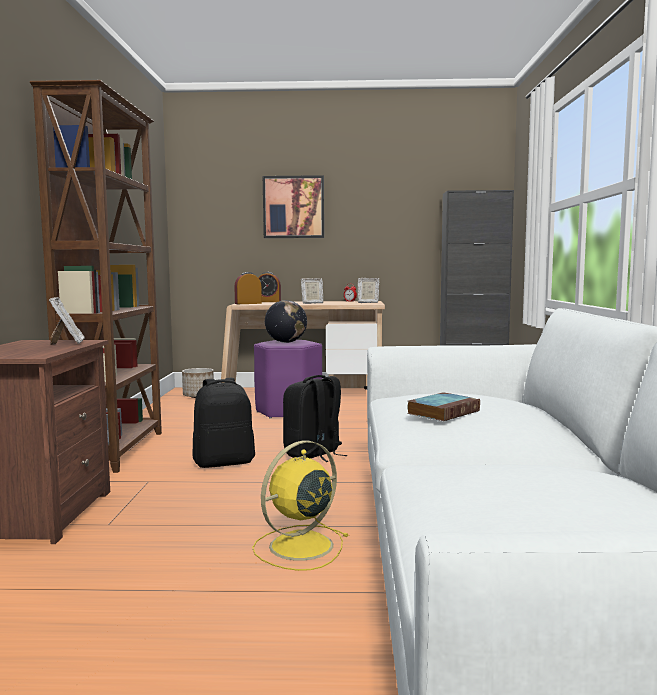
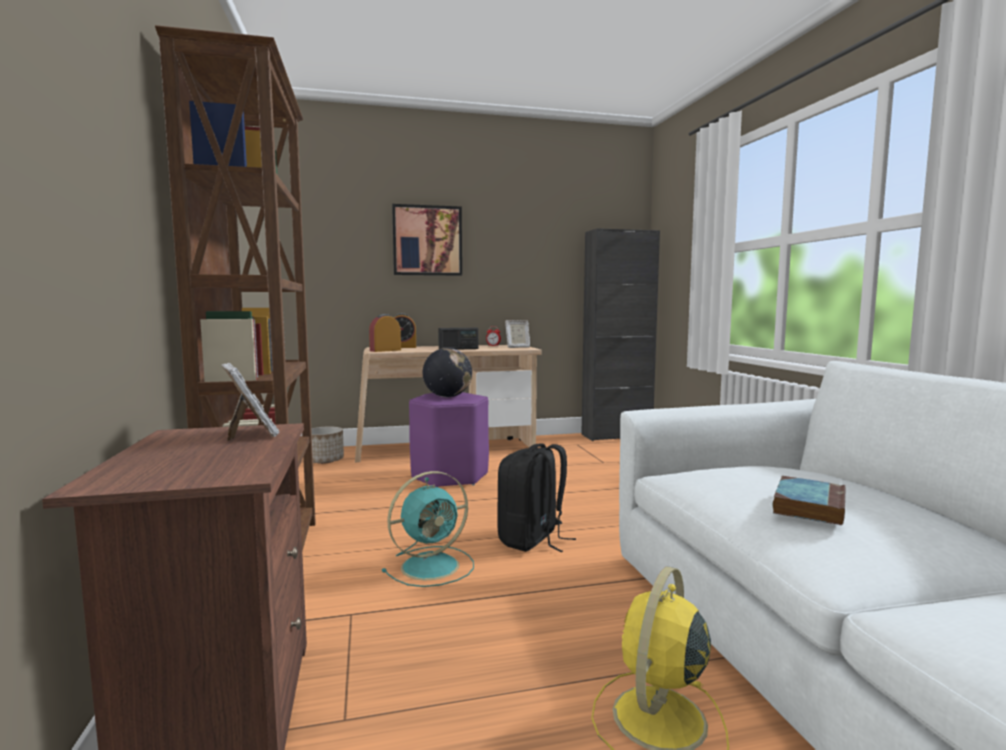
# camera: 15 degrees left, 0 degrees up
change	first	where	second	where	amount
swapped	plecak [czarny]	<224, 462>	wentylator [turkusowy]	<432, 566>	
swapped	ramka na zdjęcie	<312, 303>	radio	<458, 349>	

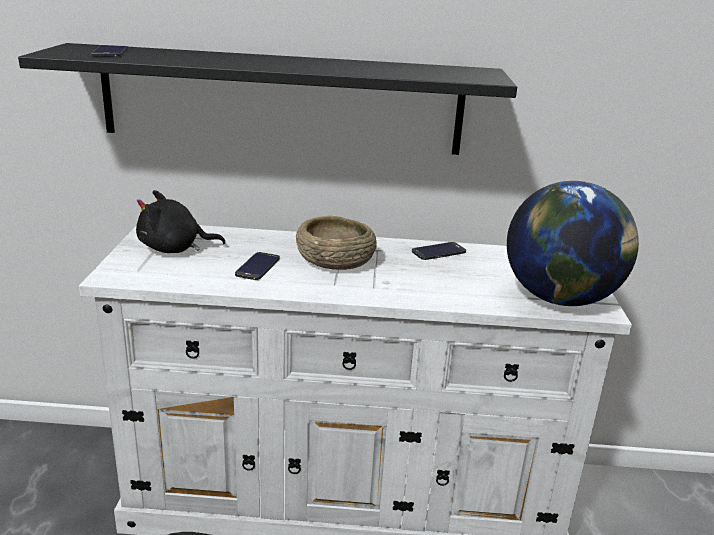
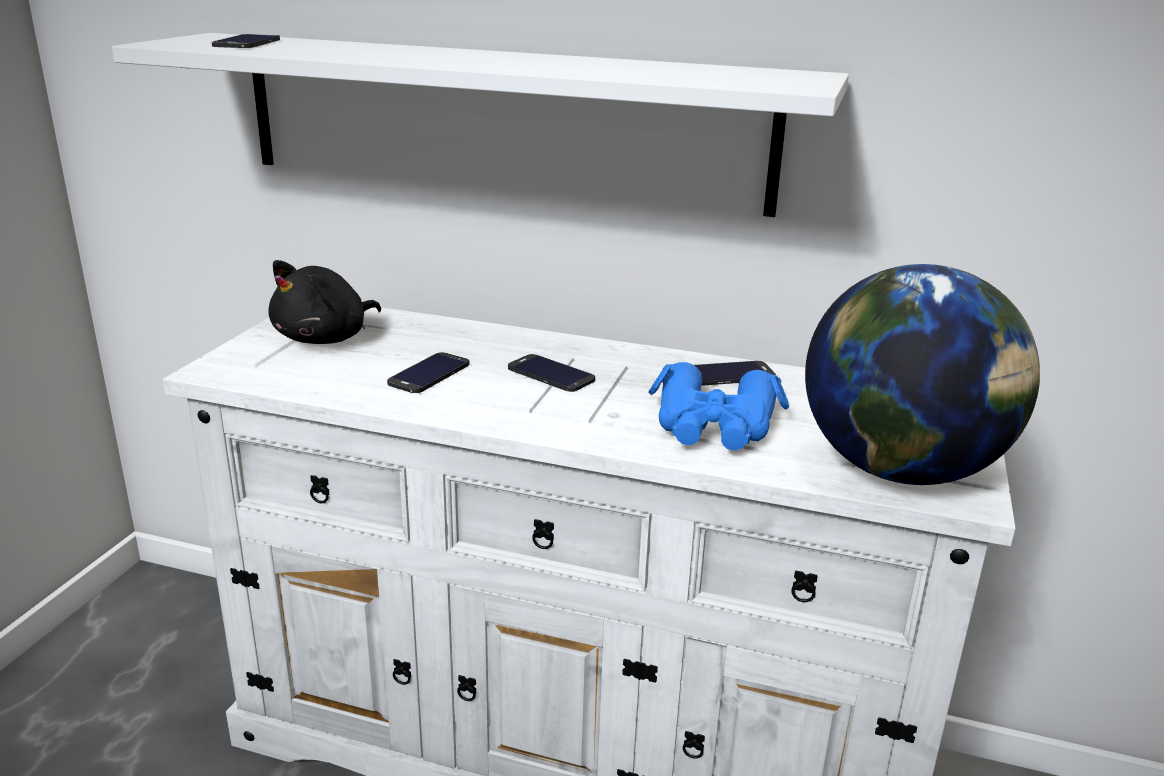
# camera: 15 degrees right, 0 degrees up
change	first	where	second	where	amount
repainted	półka [czarny]	<282, 100>	półka [biały]	<500, 121>	
rotated	pluszak [czarny]	<174, 249>		<326, 338>	60 degrees counterclockwise
swapped	miska [beżowy]	<334, 260>	telefon	<551, 374>	
new			lornetka [niebieski]	<714, 425>	

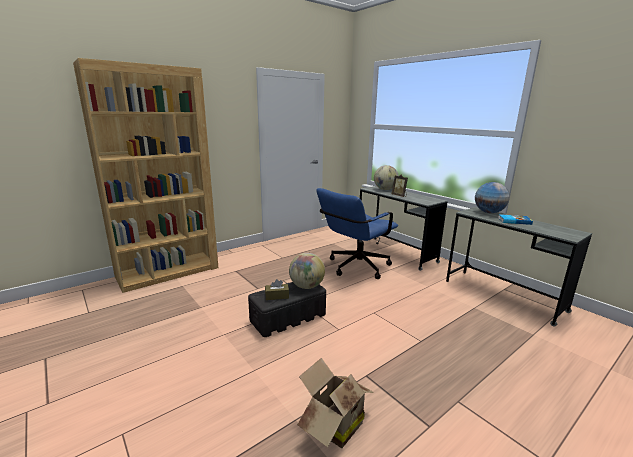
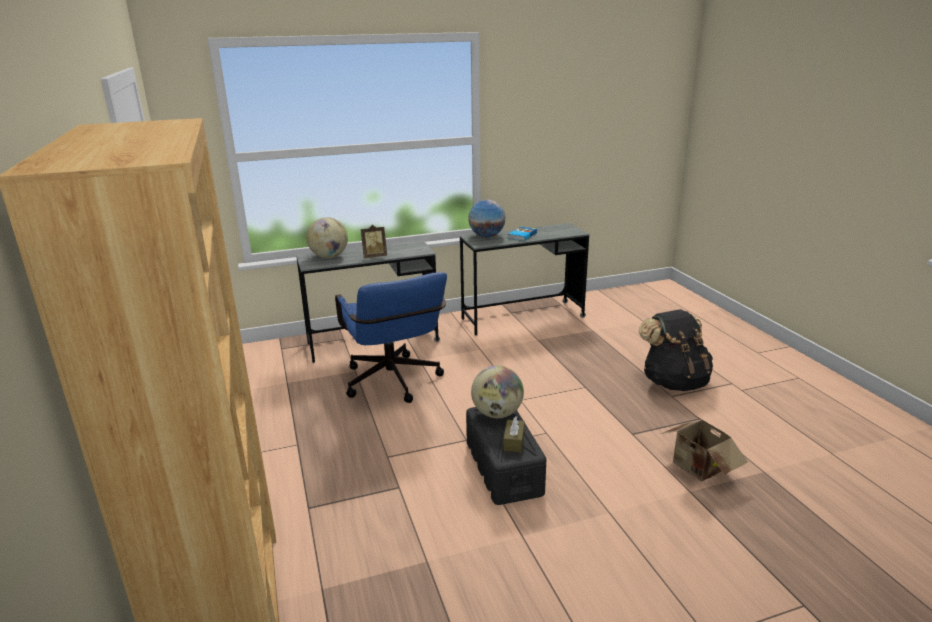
# camera: 70 degrees left, 5 degrees up
change	first	where	second	where	amount
new			plecak [czarny]	<674, 382>	

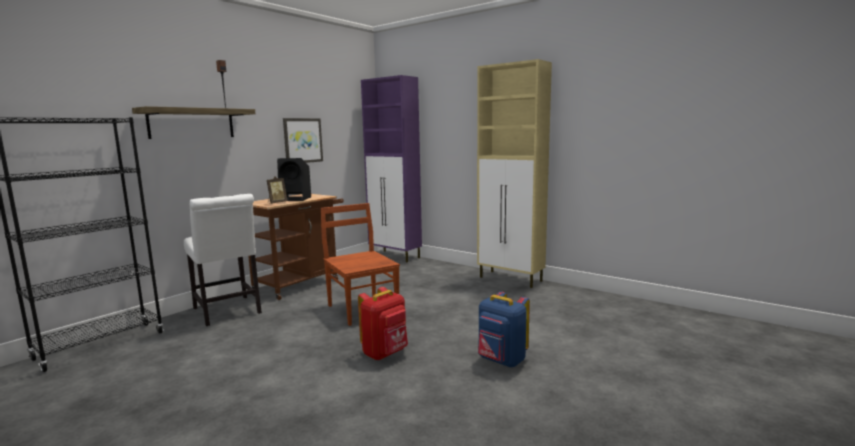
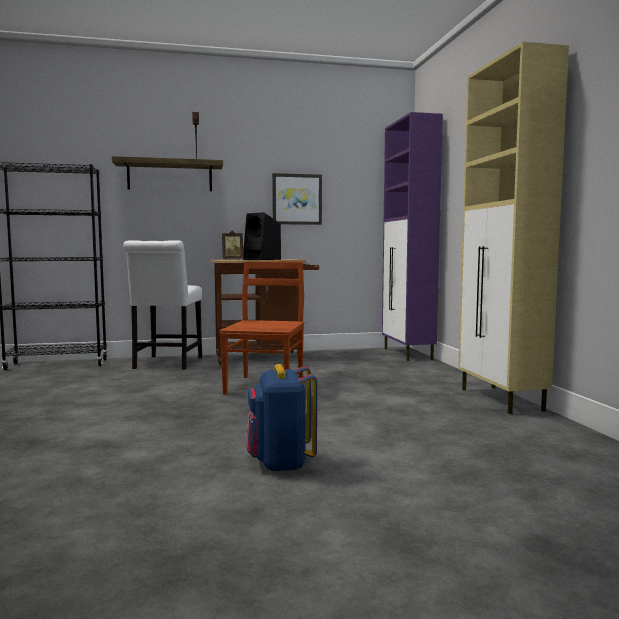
# camera: 40 degrees right, 5 degrees down
change	first	where	second	where	amount
gone	plecak [czerwony]	<385, 353>			

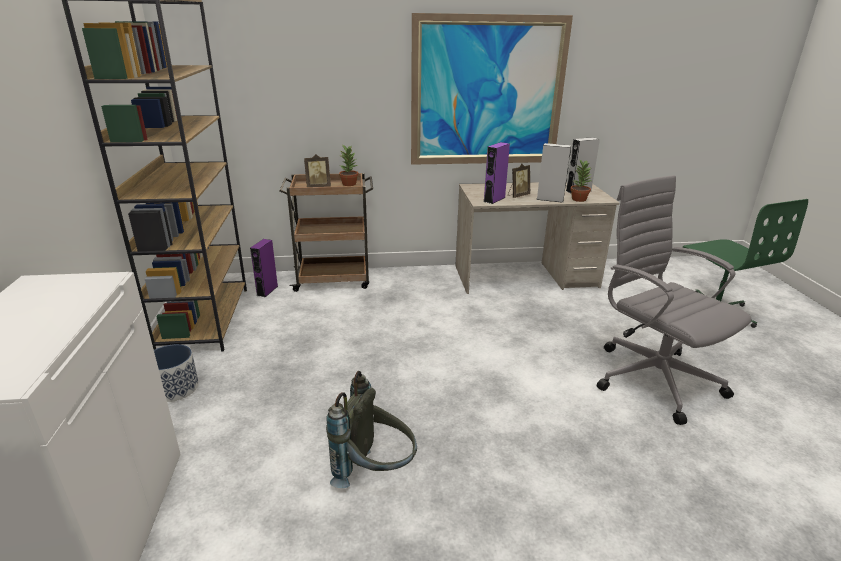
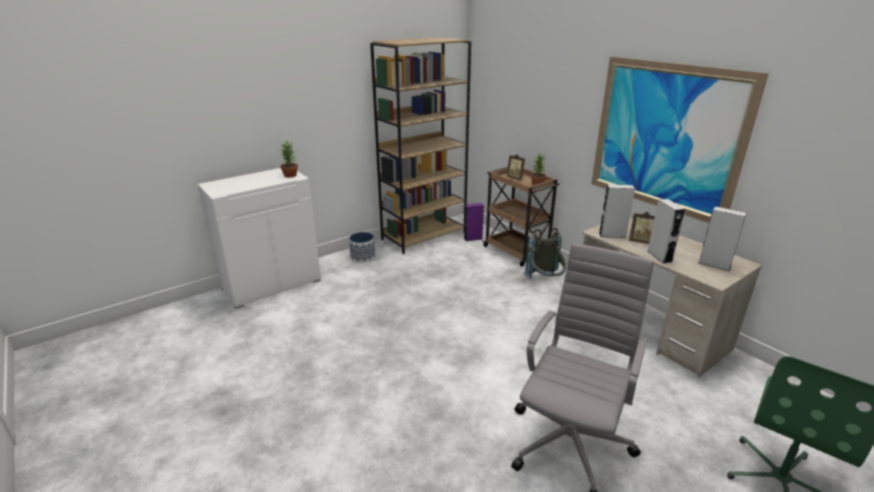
# camera: 60 degrees right, 0 degrees up
change	first	where	second	where	amount
shifted	plecak [szary]	<375, 472>		<545, 282>	
repainted	głośnik [fioletowy]	<494, 199>	głośnik [szary]	<612, 235>	
shifted	roślina doniczkowa	<578, 199>		<290, 175>	

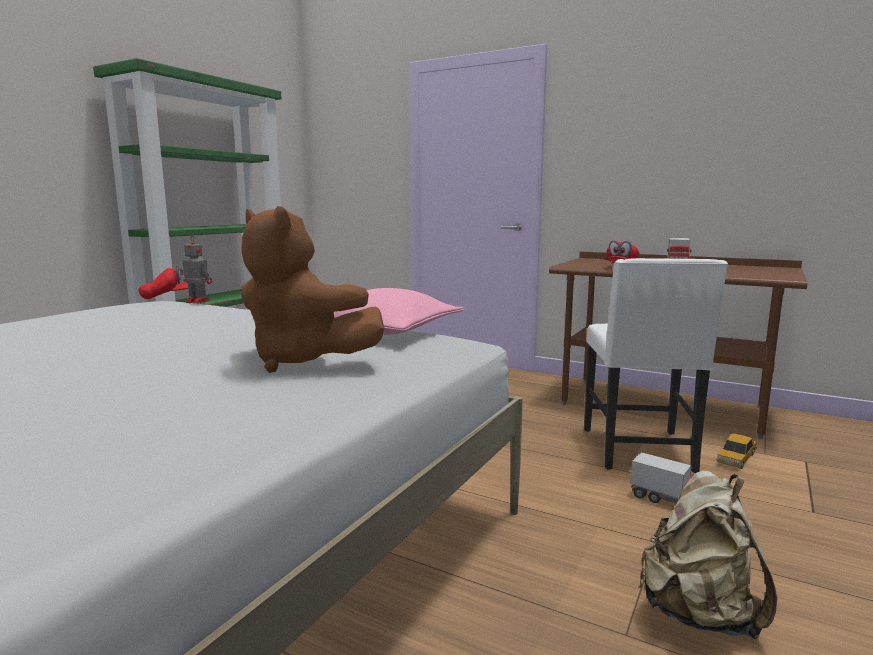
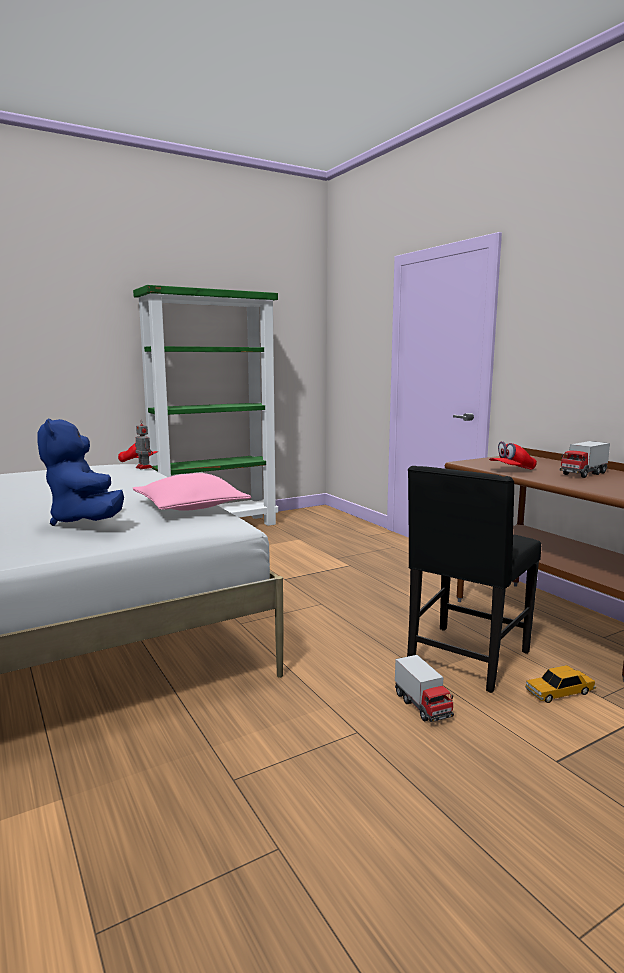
# camera: 30 degrees right, 0 degrees up
change	first	where	second	where	amount
repainted	pluszak [brązowy]	<302, 361>	pluszak [niebieski]	<85, 521>	
repainted	krzesło [biały]	<640, 451>	krzesło [czarny]	<466, 659>	
gone	plecak [beżowy]	<698, 613>			

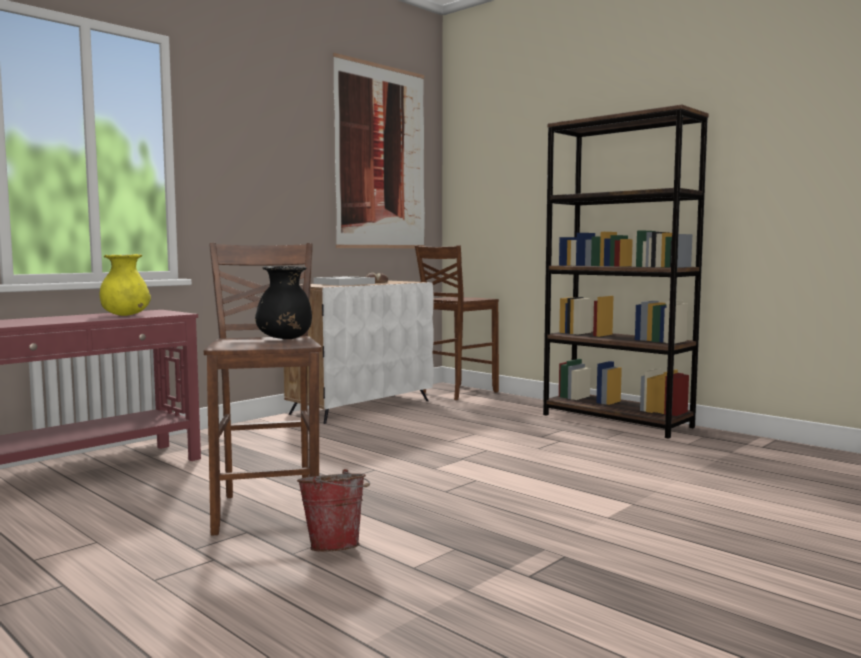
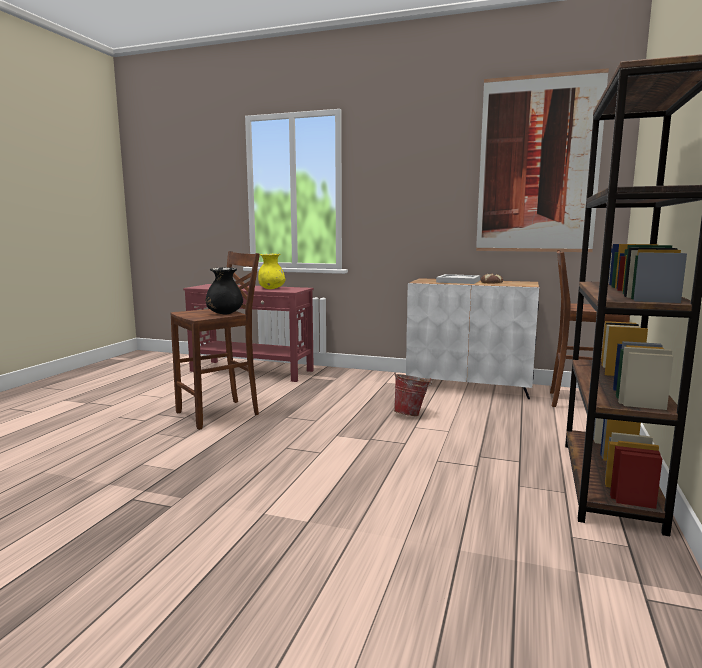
# camera: 65 degrees right, 5 degrees up
change	first	where	second	where	amount
shifted	wiadro	<335, 546>		<411, 414>	

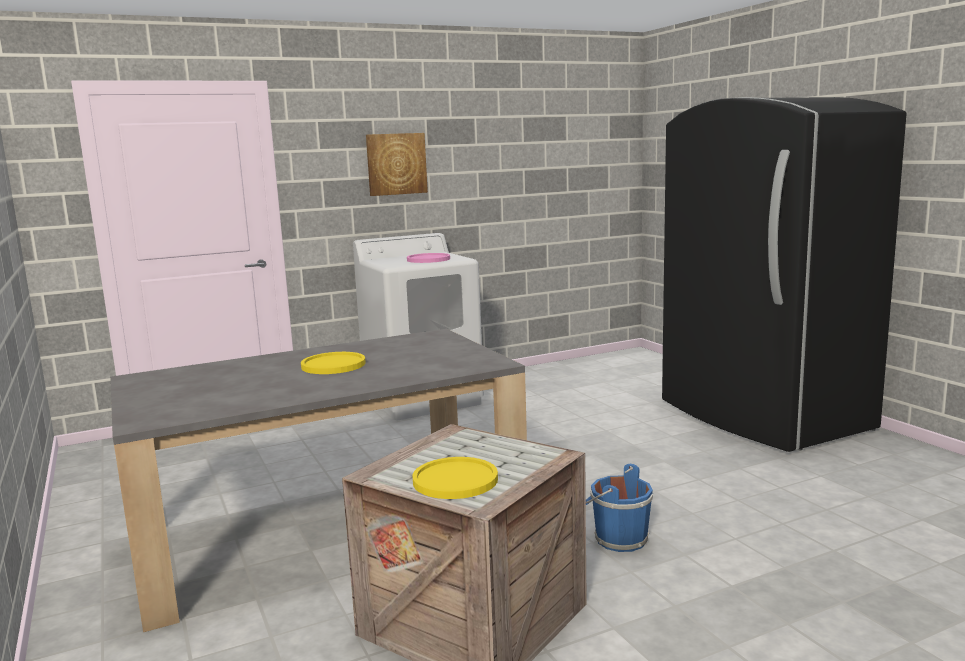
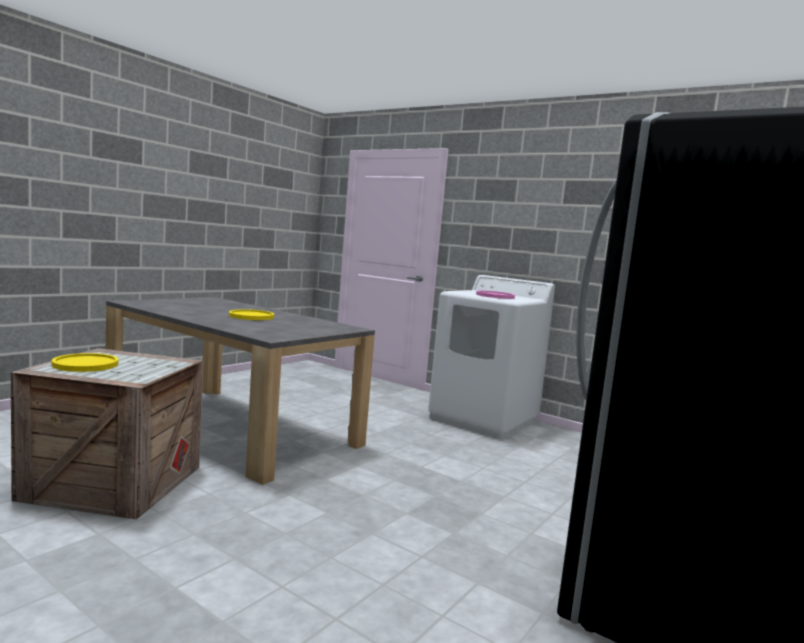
# camera: 60 degrees right, 5 degrees down
change	first	where	second	where	amount
gone	obraz	<396, 164>			
gone	wiadro [niebieski]	<618, 539>			

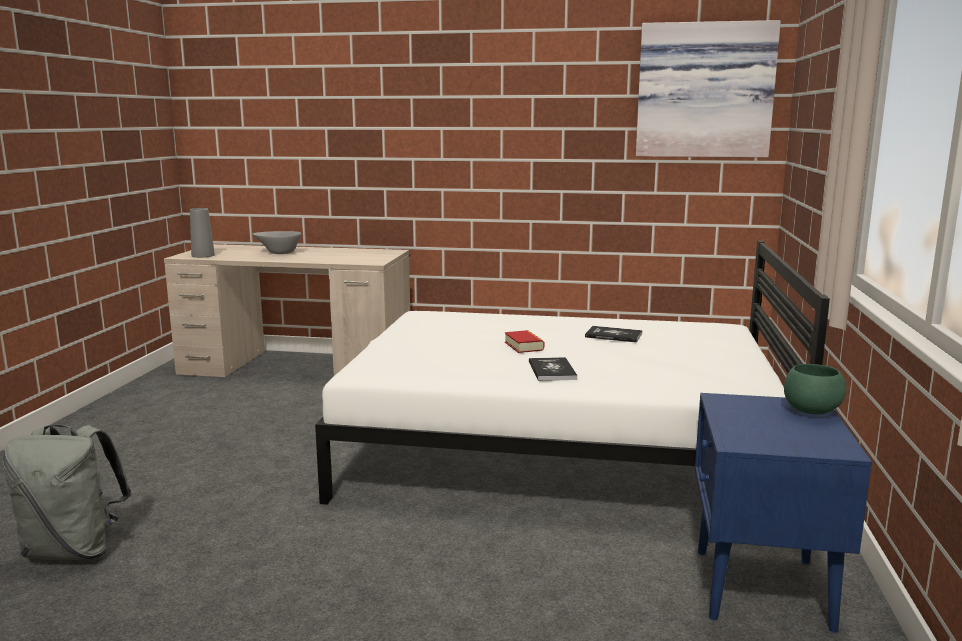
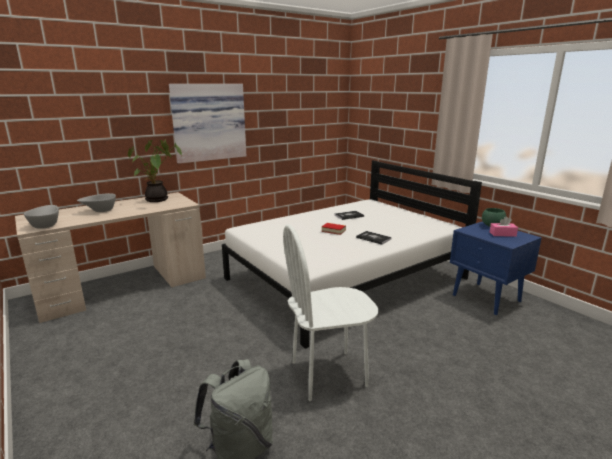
# camera: 45 degrees left, 5 degrees up
change	first	where	second	where	amount
swapped	wazon [szary]	<203, 255>	miska [szary]	<46, 225>	
shifted	obraz	<704, 90>		<208, 122>	
new			roślina doniczkowa	<158, 200>	
new			krzesło [biały]	<328, 374>	
new			pudełko chusteczek [różowy]	<502, 234>	

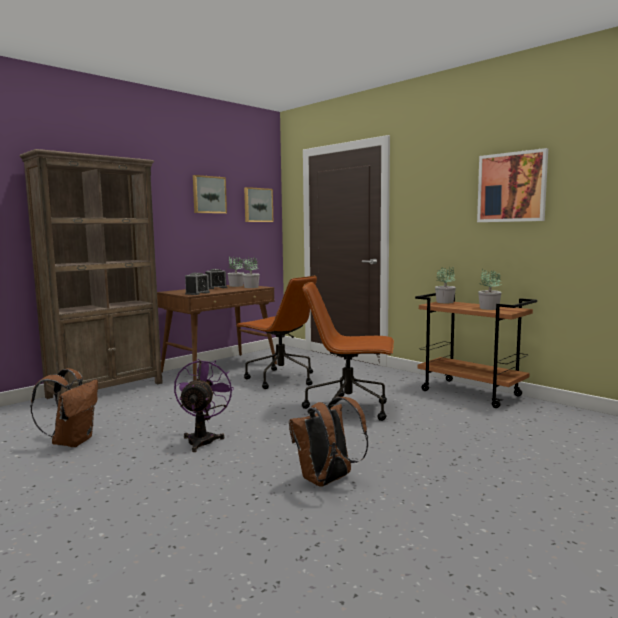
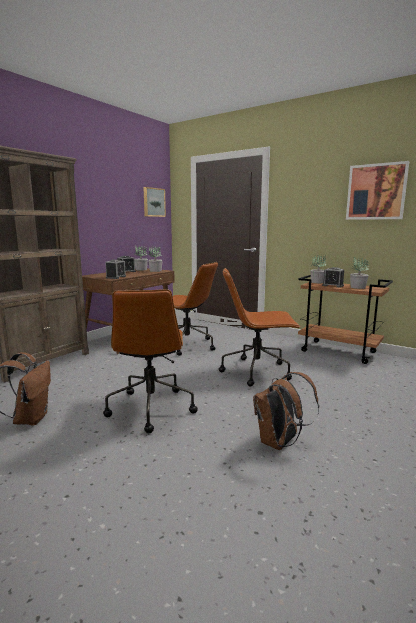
# camera: 10 degrees left, 5 degrees up
change	first	where	second	where	amount
swapped	wentylator [fioletowy]	<203, 439>	krzesło biurowe [brązowy]	<151, 407>	
gone	obraz	<209, 195>			
new			budzik	<333, 285>	

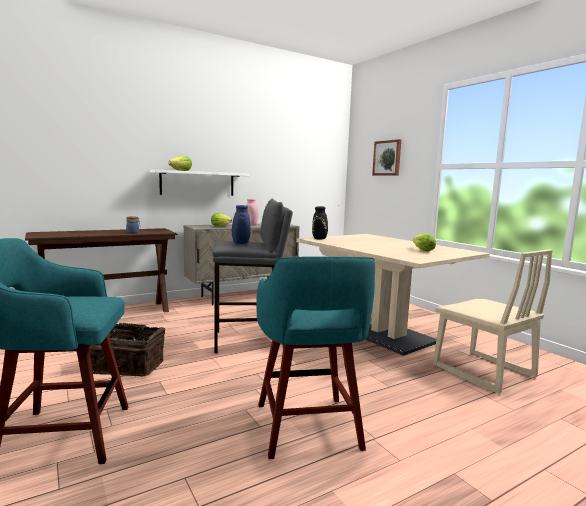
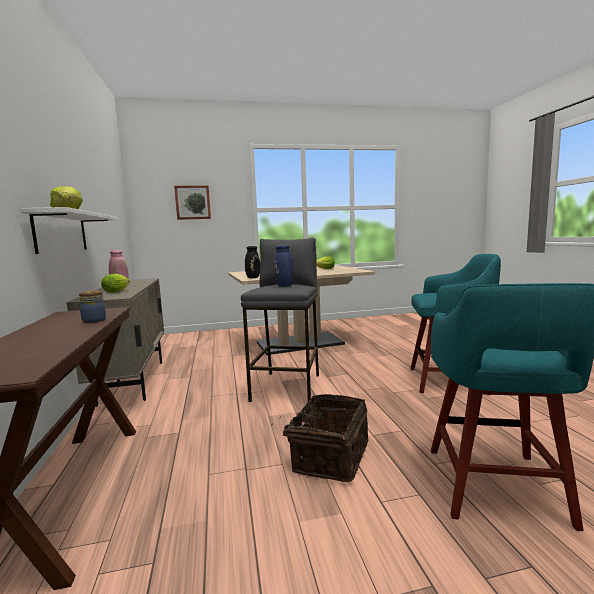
# camera: 70 degrees left, 0 degrees up
change	first	where	second	where	amount
gone	krzesło [beżowy]	<483, 372>			

